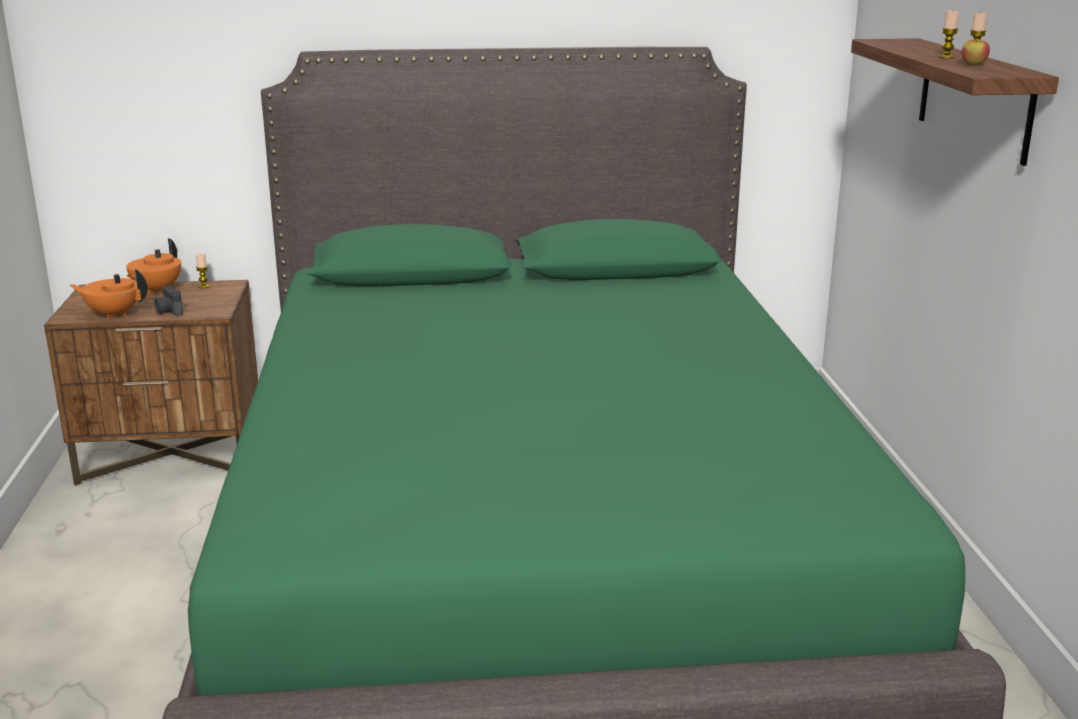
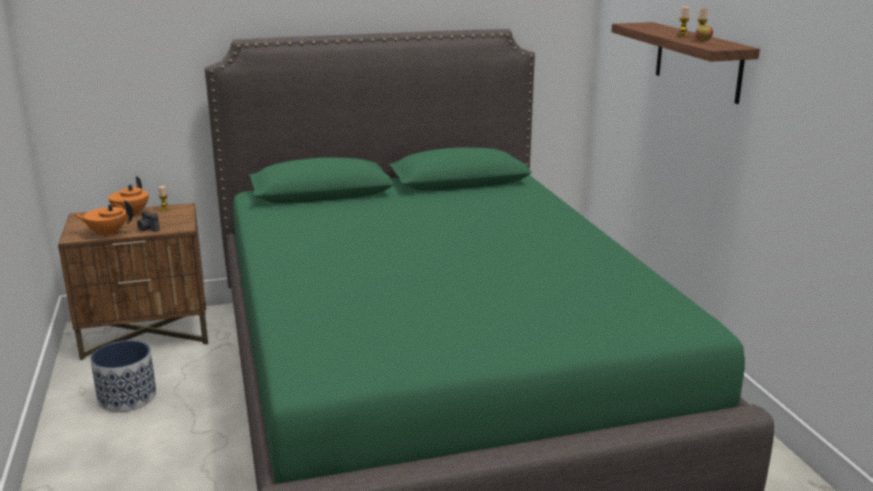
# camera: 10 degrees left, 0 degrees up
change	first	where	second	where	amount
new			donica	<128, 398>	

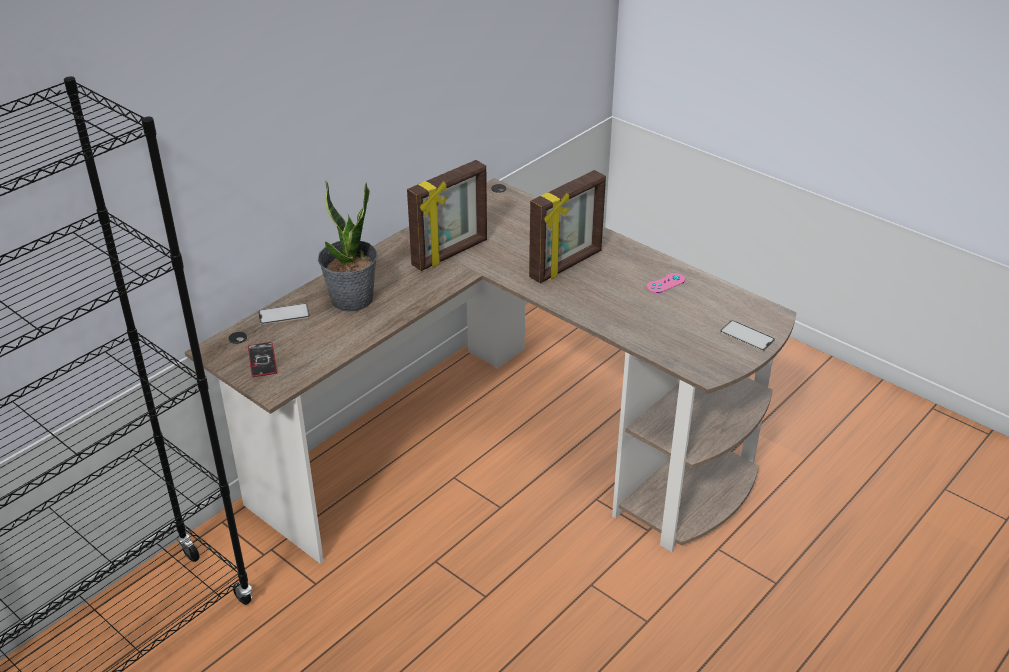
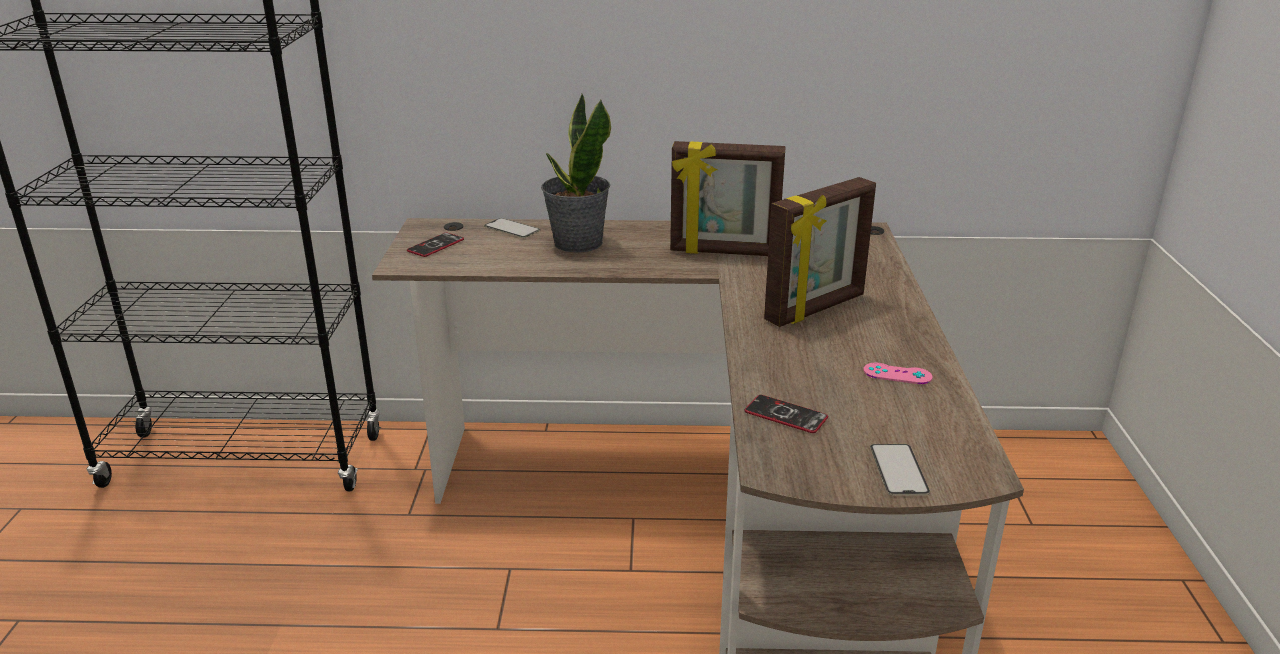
# camera: 50 degrees right, 10 degrees down
change	first	where	second	where	amount
rotated	ramka na zdjęcie	<566, 265>		<816, 309>	45 degrees counterclockwise
new			telefon	<785, 415>	

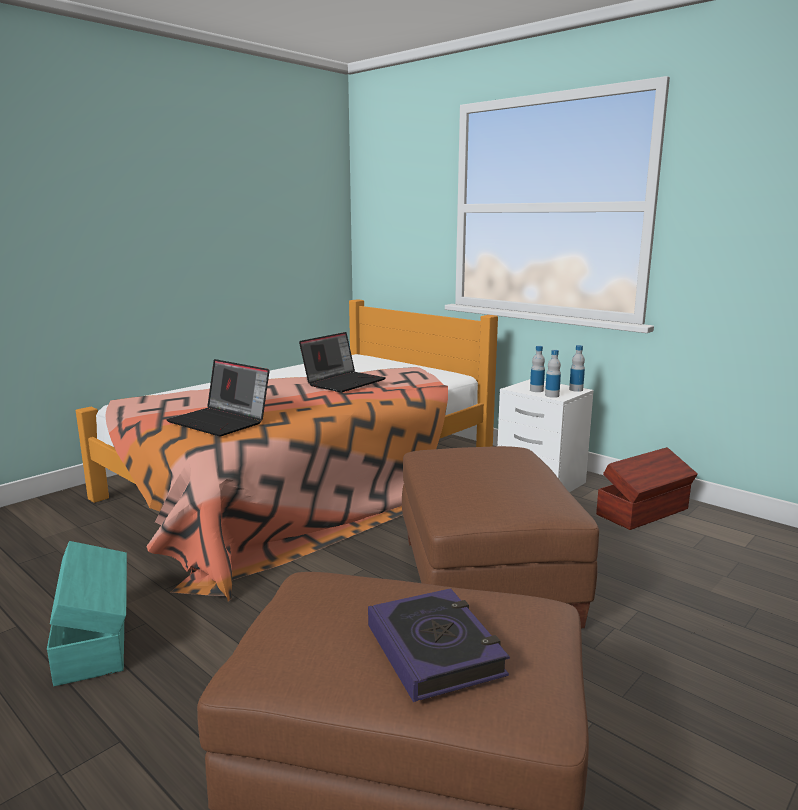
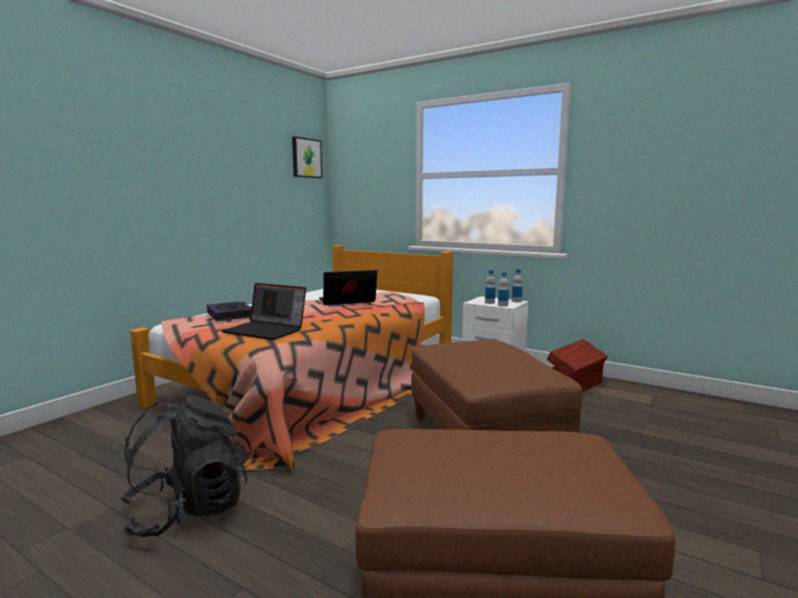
# camera: 10 degrees left, 5 degrees down
change	first	where	second	where	amount
swapped	pojemnik do przechowywania [turkusowy]	<95, 638>	plecak [czarny]	<187, 510>	
rotated	laptop	<344, 382>		<346, 302>	135 degrees counterclockwise
shifted	książka	<435, 650>		<230, 315>	
new			obraz	<306, 158>	

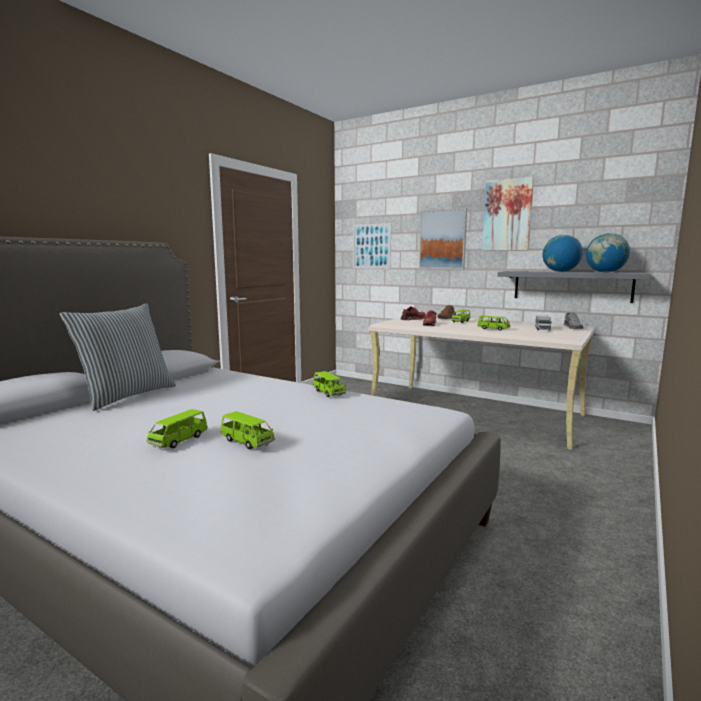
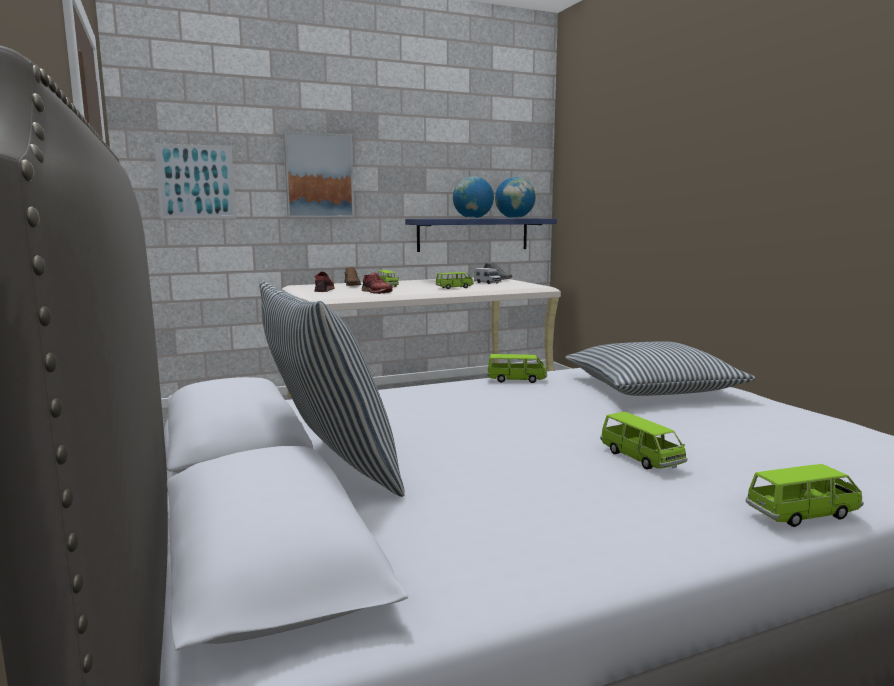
# camera: 55 degrees left, 0 degrees up
change	first	where	second	where	amount
shifted	samochodzik [zielony]	<247, 442>		<802, 514>	
gone	obraz	<507, 215>			
repainted	półka [szary]	<571, 286>	półka [niebieski]	<473, 234>	
new			poduszka	<651, 388>	

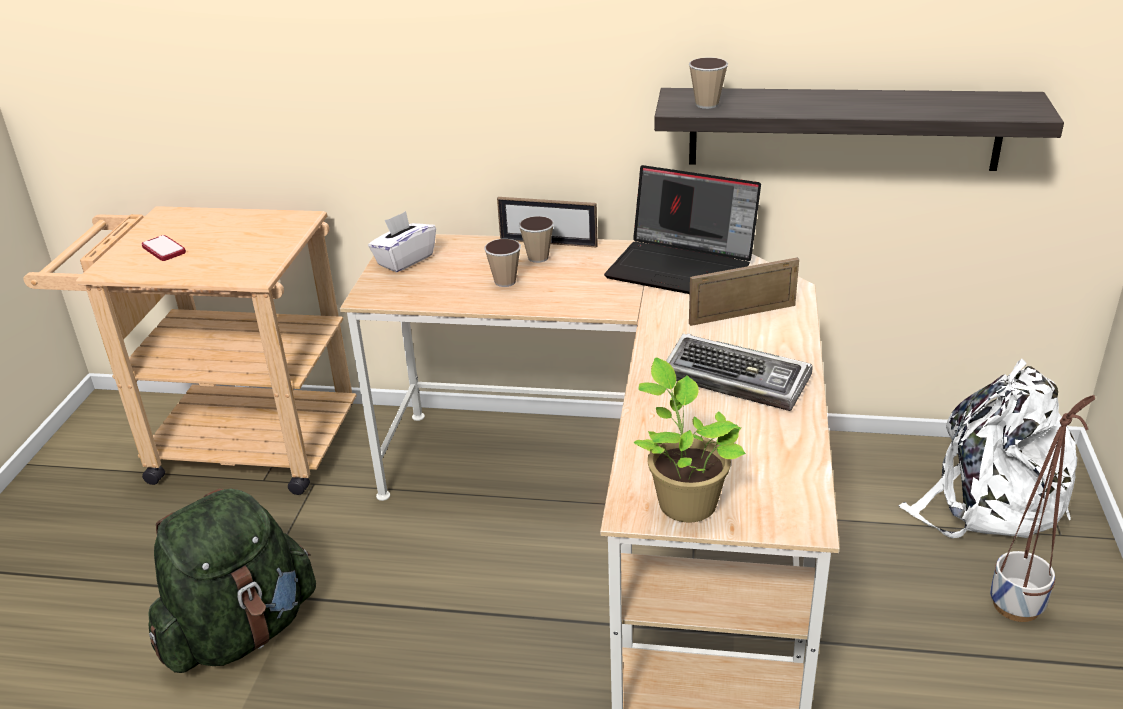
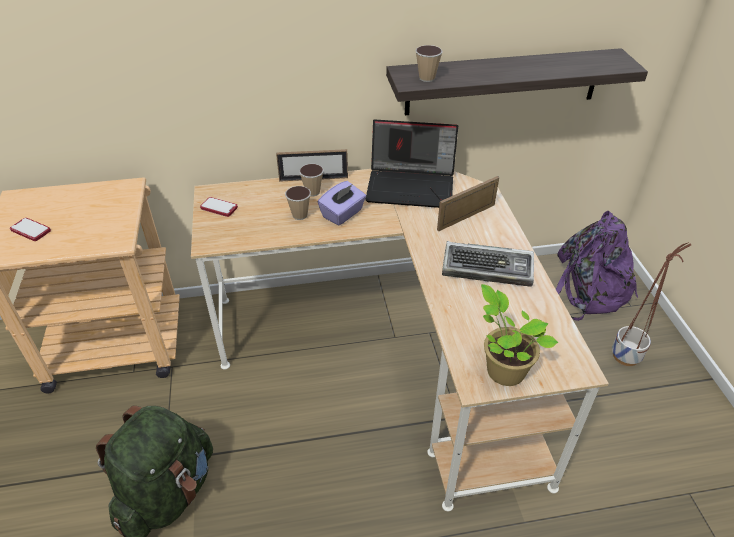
# camera: 20 degrees left, 10 degrees up
change	first	where	second	where	amount
swapped	pudełko chusteczek [biały]	<404, 260>	telefon	<219, 208>	
repainted	plecak [biały]	<989, 499>	plecak [fioletowy]	<587, 291>	
new			pudełko chusteczek [fioletowy]	<343, 214>	

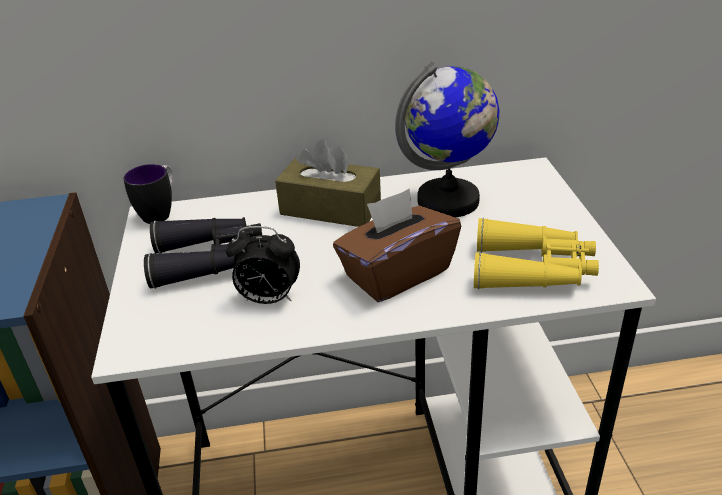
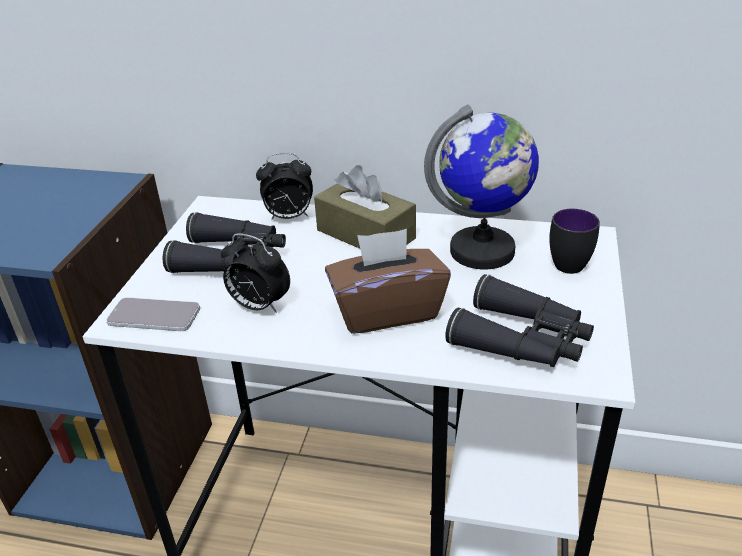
# camera: 20 degrees right, 0 degrees up
change	first	where	second	where	amount
shifted	kubek	<160, 213>		<573, 262>	
repainted	lornetka [żółty]	<533, 270>	lornetka [czarny]	<522, 340>	
new			telefon	<154, 316>	
new			budzik	<289, 217>	

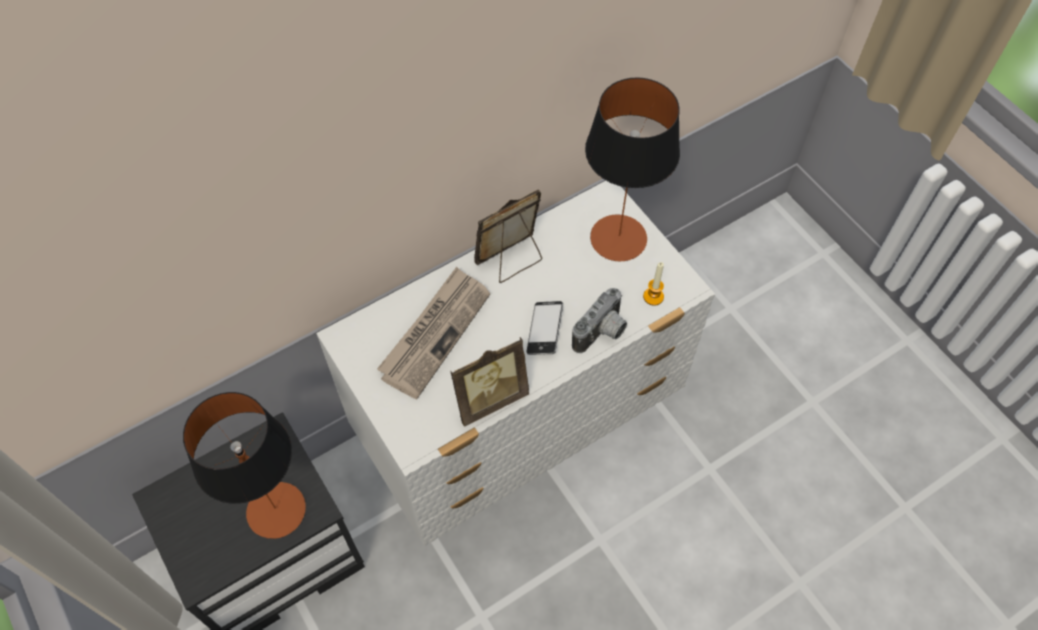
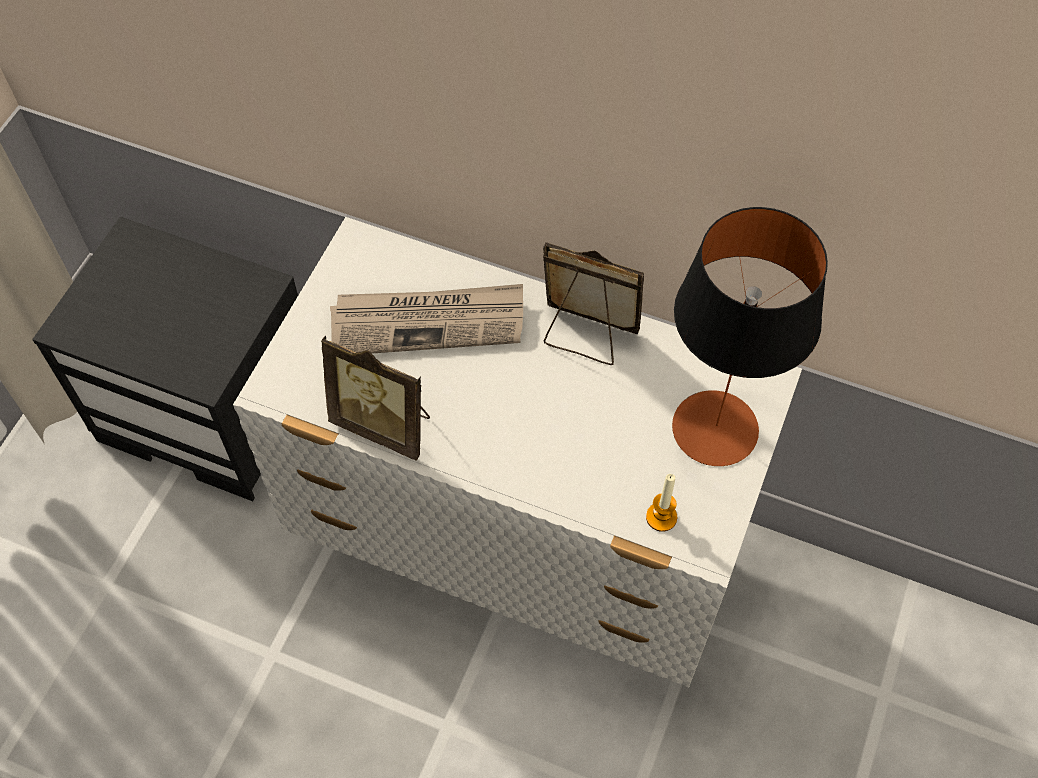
# camera: 55 degrees right, 0 degrees up
change	first	where	second	where	amount
gone	lampa stołowa	<276, 509>			
gone	telefon	<544, 330>			
gone	aparat fotograficzny	<602, 333>			

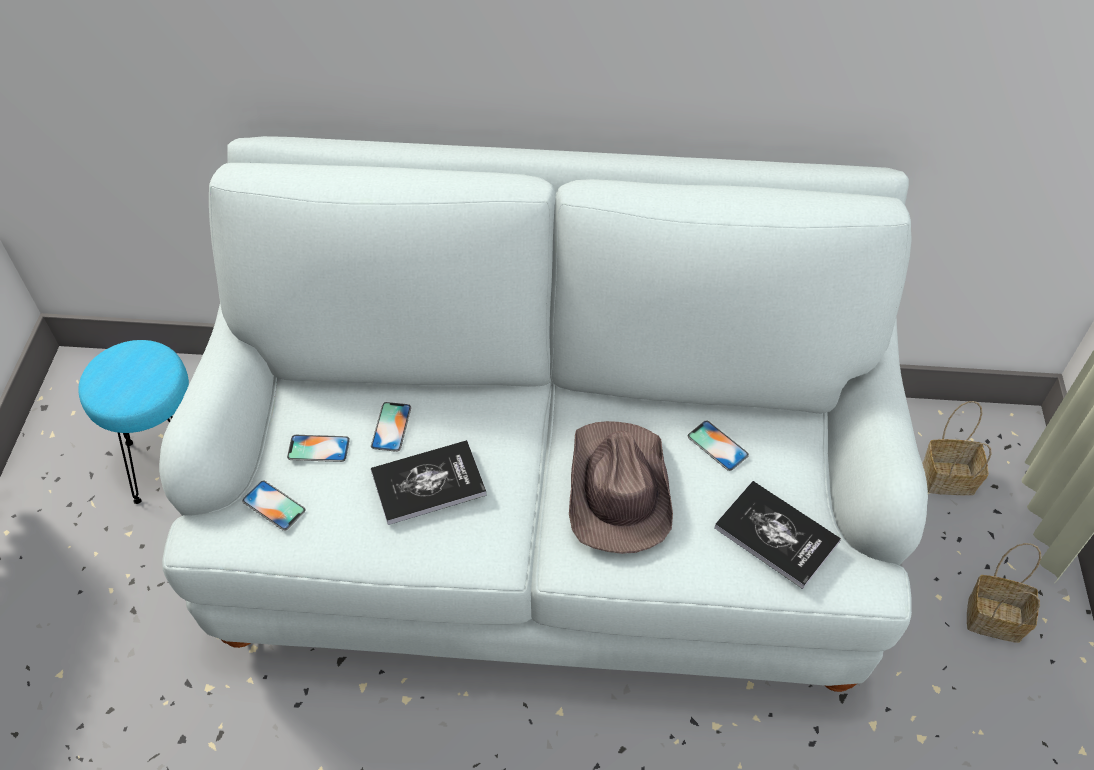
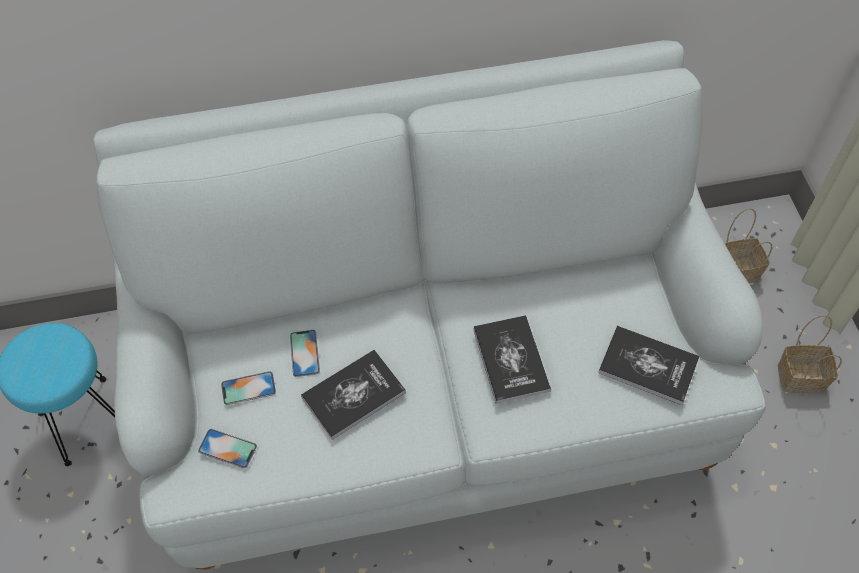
# camera: 15 degrees left, 5 degrees up
change	first	where	second	where	amount
swapped	kapelusz [brązowy]	<617, 489>	książka	<511, 359>	
gone	telefon	<717, 445>			

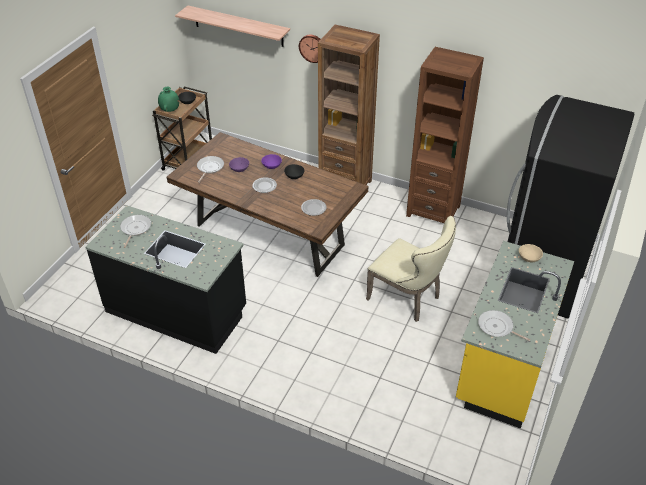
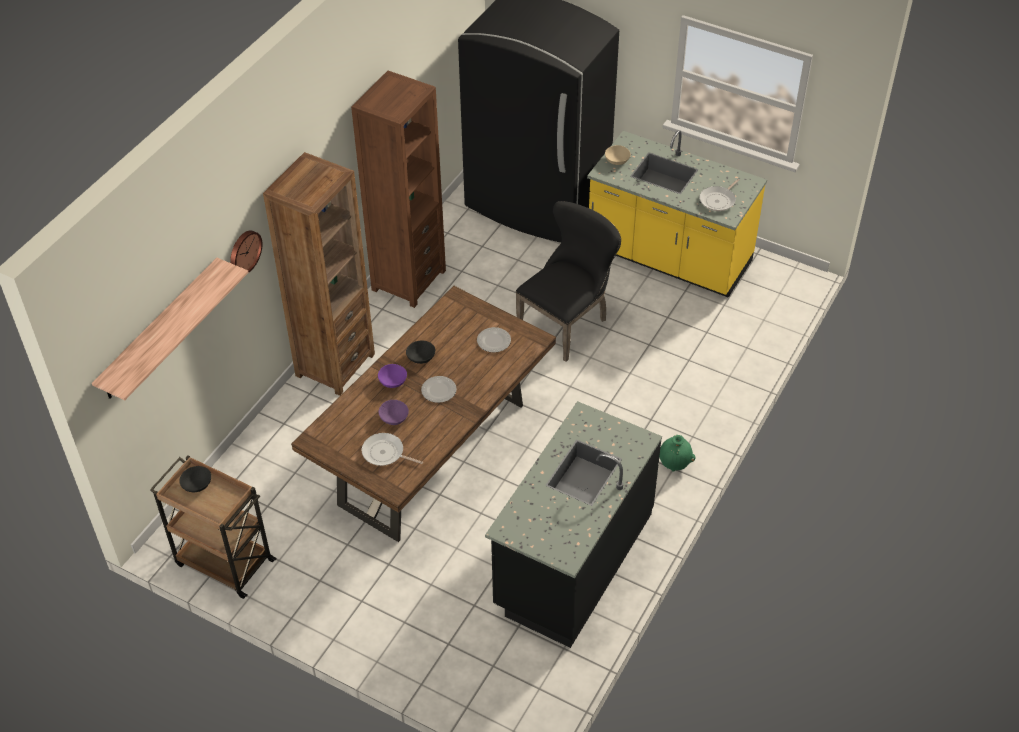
# camera: 85 degrees left, 5 degrees up
change	first	where	second	where	amount
gone	patelnia	<135, 229>			
shifted	wazon [zielony]	<170, 111>		<674, 464>	
repainted	krzesło [beżowy]	<408, 298>	krzesło [czarny]	<567, 322>	

